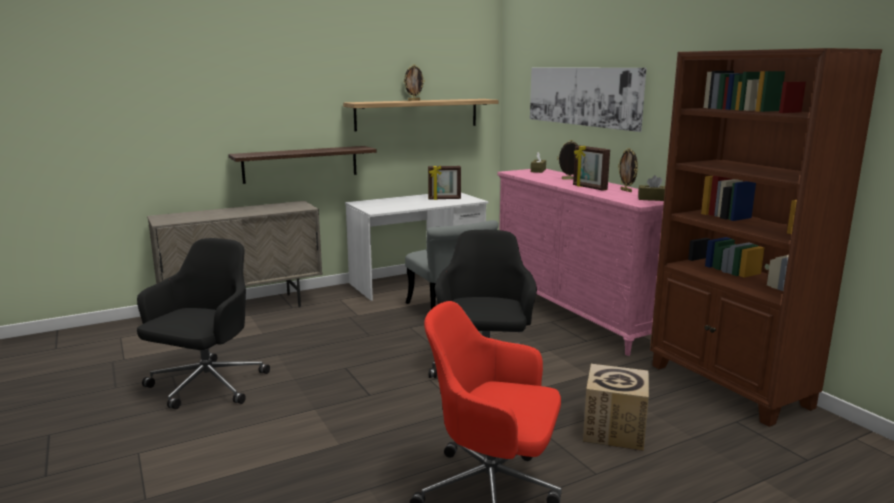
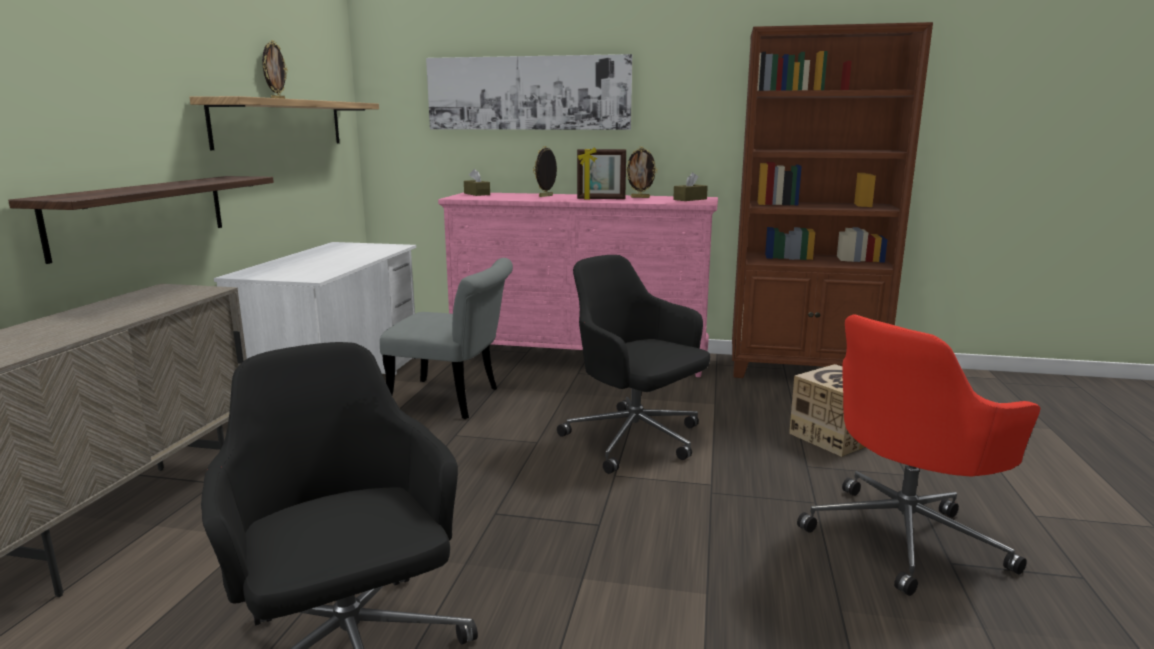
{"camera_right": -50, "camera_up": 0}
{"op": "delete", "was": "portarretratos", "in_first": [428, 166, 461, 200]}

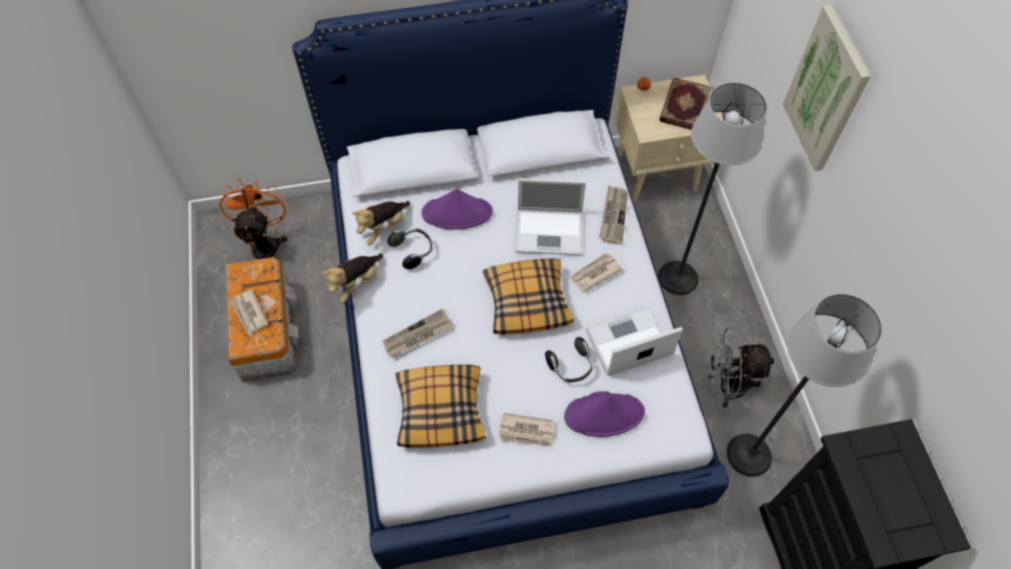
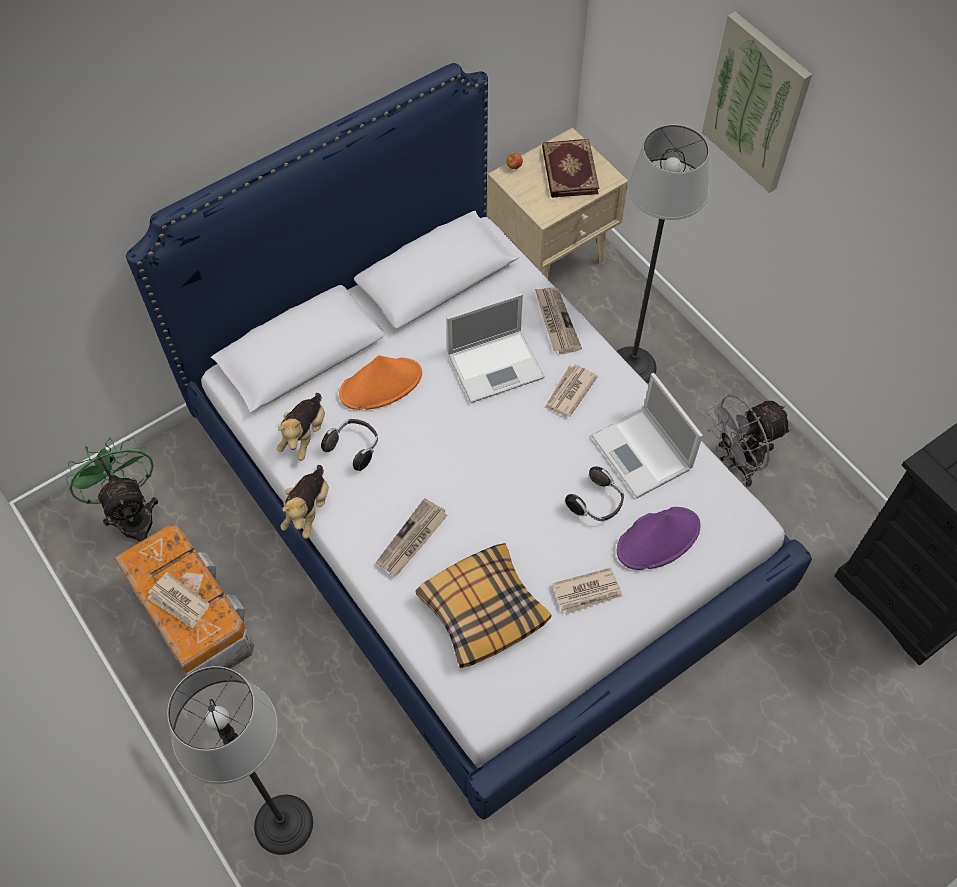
{"camera_right": -25, "camera_up": 0}
{"op": "recolor", "was": "ventilador/naranja", "now": "ventilador/verde", "in_first": [220, 179, 287, 259], "in_second": [66, 437, 158, 542]}
{"op": "move", "was": "lámpara de pie", "in_first": [727, 294, 882, 477], "in_second": [167, 666, 313, 855]}
{"op": "recolor", "was": "sombrero/morado", "now": "sombrero/naranja", "in_first": [422, 188, 493, 230], "in_second": [339, 355, 422, 410]}
{"op": "rotate", "was": "portátil", "in_first": [586, 307, 683, 376], "in_second": [591, 373, 703, 498], "clockwise": -75}
{"op": "delete", "was": "cojín", "in_first": [483, 258, 574, 335]}

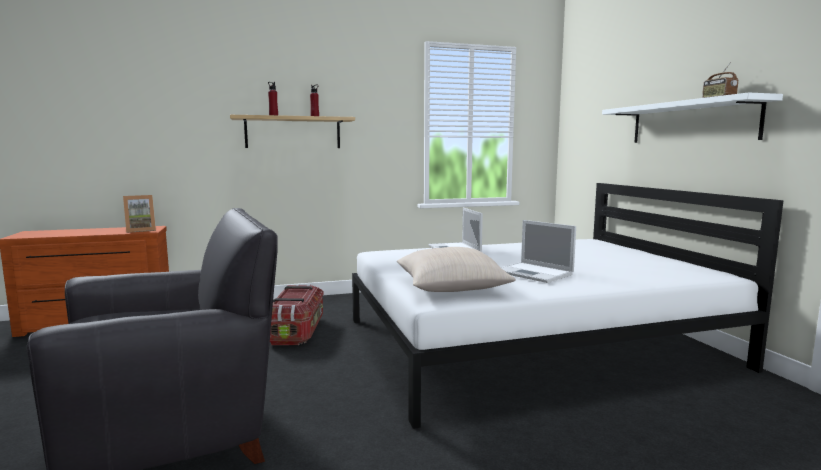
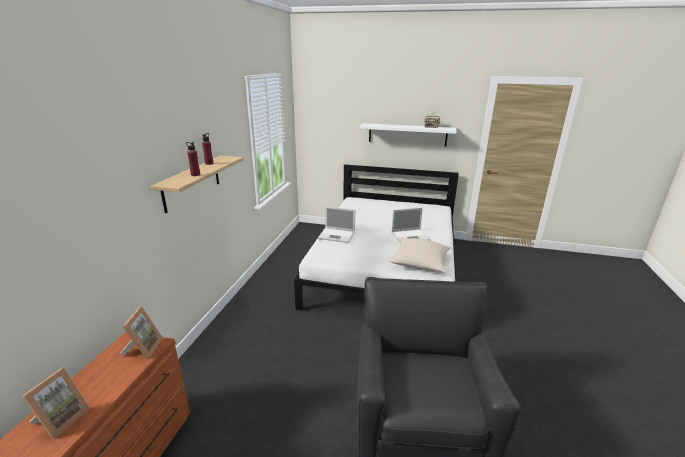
{"camera_right": -60, "camera_up": 15}
{"op": "insert", "now": "portarretratos", "in_second": [22, 368, 90, 439]}
{"op": "delete", "was": "caja de almacenaje", "in_first": [270, 284, 324, 345]}

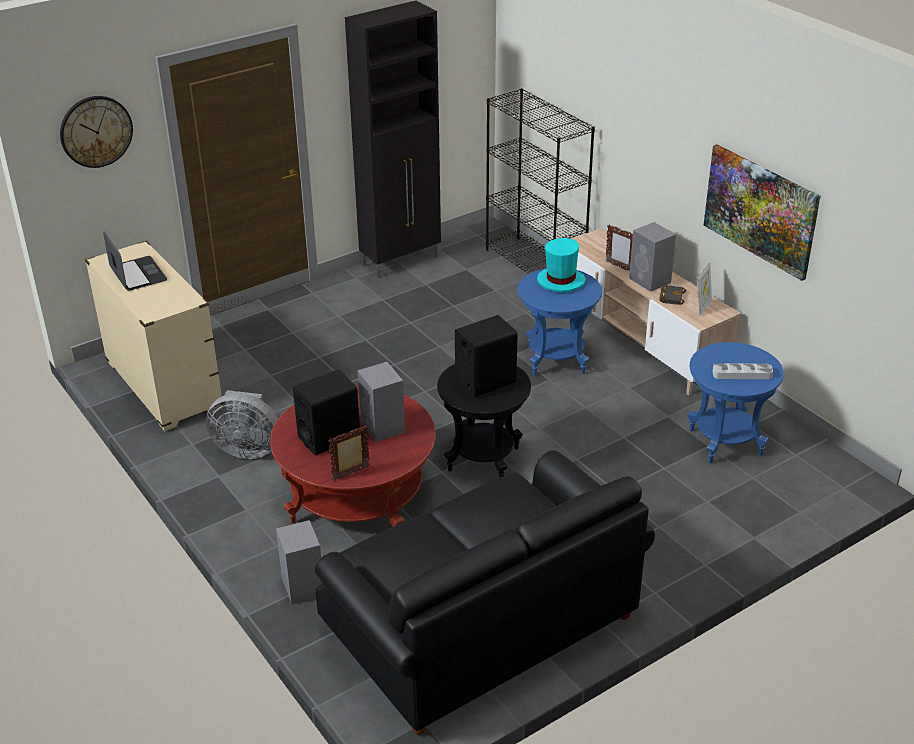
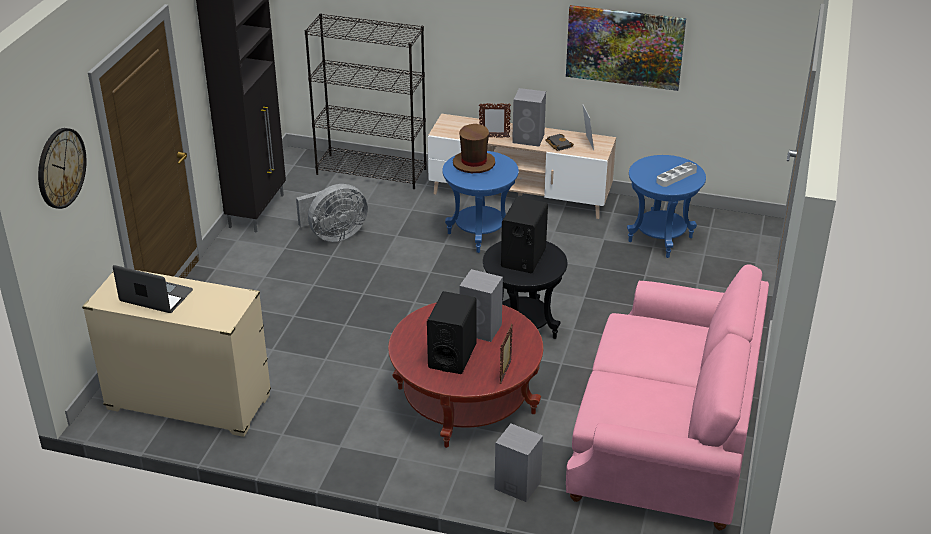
{"camera_right": -40, "camera_up": 0}
{"op": "move", "was": "ventilador/gris", "in_first": [206, 390, 278, 459], "in_second": [296, 184, 368, 242]}
{"op": "recolor", "was": "sombrero/turquesa", "now": "sombrero/marrón", "in_first": [537, 238, 586, 292], "in_second": [453, 124, 495, 173]}
{"op": "recolor", "was": "sofá/negro", "now": "sofá/rosa", "in_first": [315, 450, 655, 735], "in_second": [566, 264, 769, 530]}

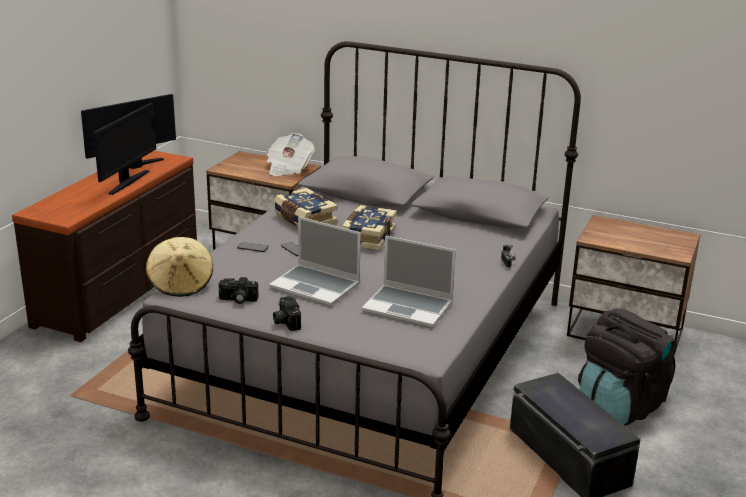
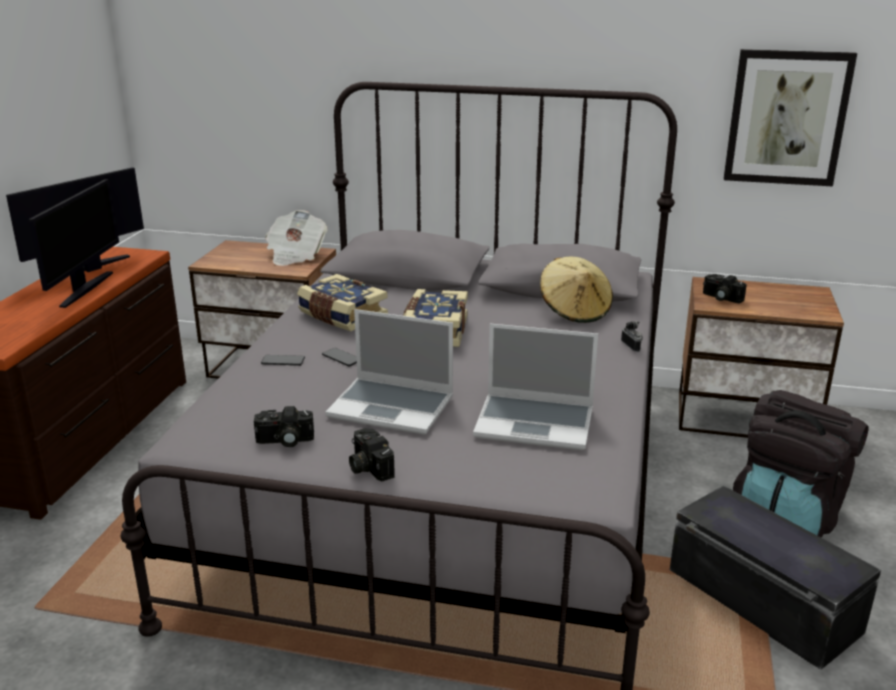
{"camera_right": -10, "camera_up": 0}
{"op": "move", "was": "sombrero/beis", "in_first": [146, 237, 213, 297], "in_second": [540, 257, 613, 323]}
{"op": "insert", "now": "cámara", "in_second": [703, 274, 747, 303]}
{"op": "insert", "now": "cuadro", "in_second": [724, 49, 857, 186]}

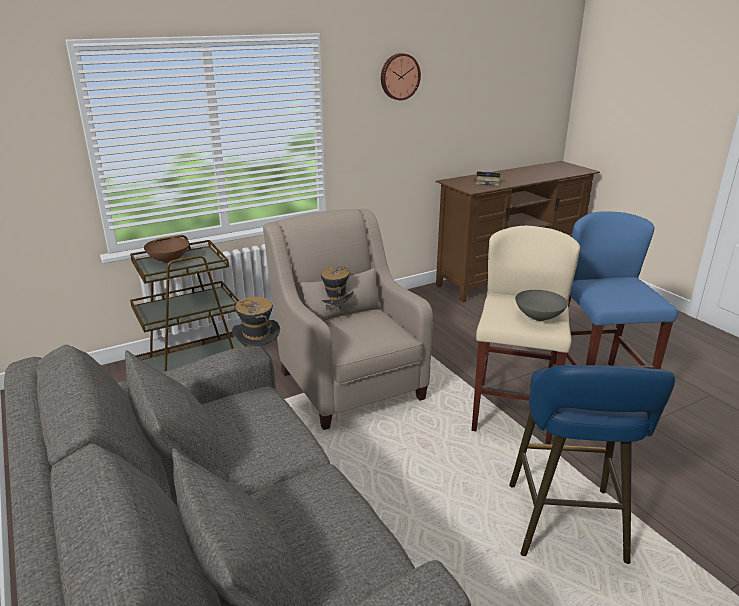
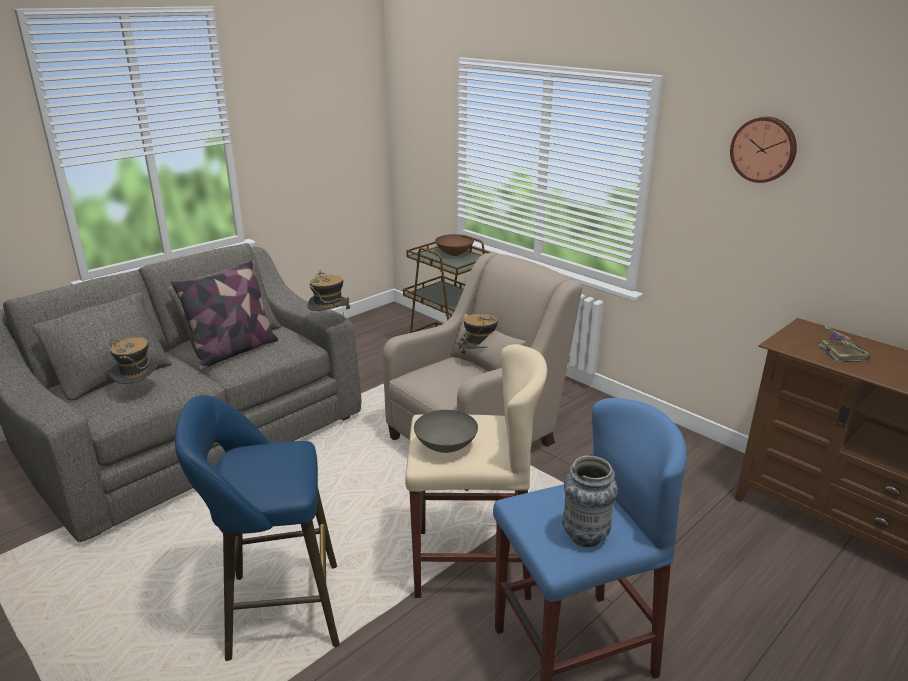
{"camera_right": 75, "camera_up": 0}
{"op": "insert", "now": "sombrero", "in_second": [109, 337, 159, 384]}
{"op": "insert", "now": "cojín", "in_second": [171, 260, 278, 371]}
{"op": "insert", "now": "florero", "in_second": [562, 456, 618, 547]}

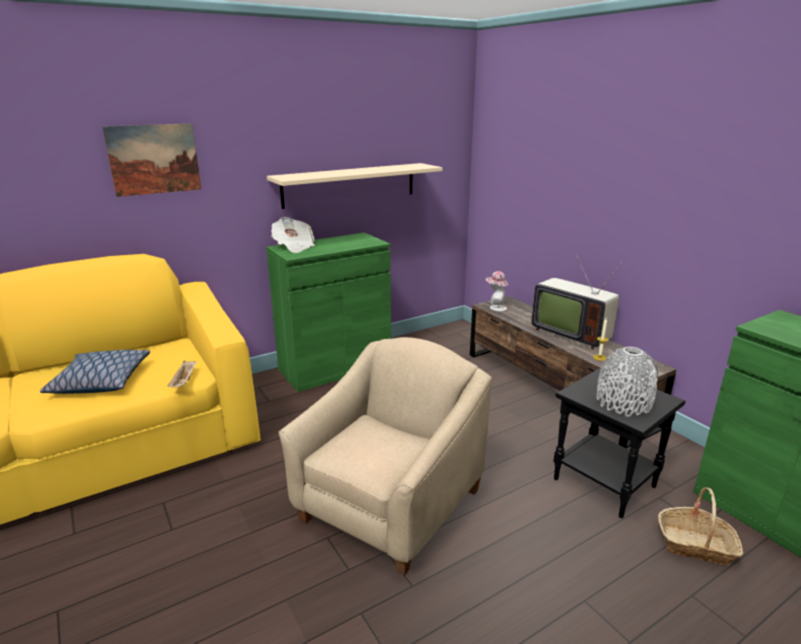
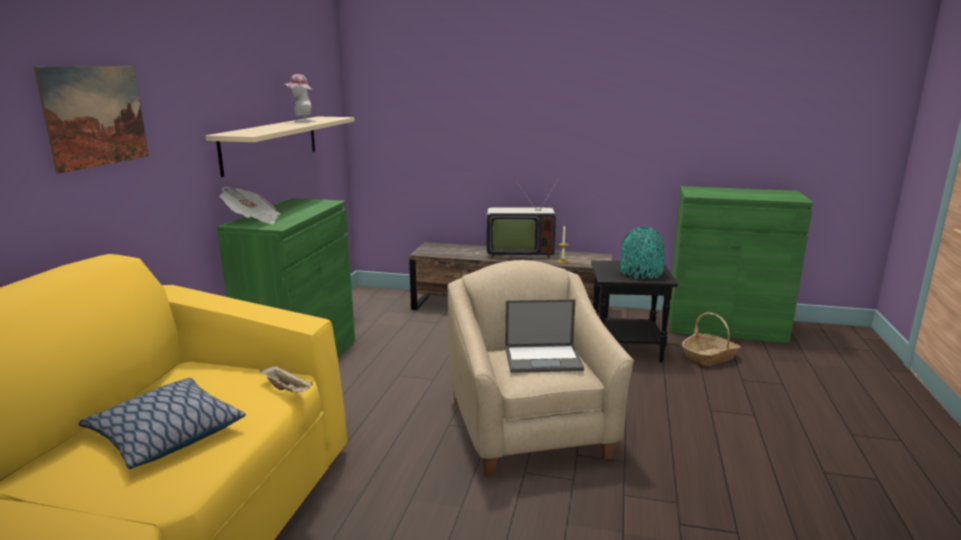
{"camera_right": -45, "camera_up": -5}
{"op": "move", "was": "sombrero", "in_first": [486, 271, 508, 311], "in_second": [284, 74, 315, 122]}
{"op": "insert", "now": "portátil", "in_second": [505, 299, 584, 373]}
{"op": "recolor", "was": "florero/gris", "now": "florero/turquesa", "in_first": [596, 347, 658, 416], "in_second": [620, 226, 665, 279]}

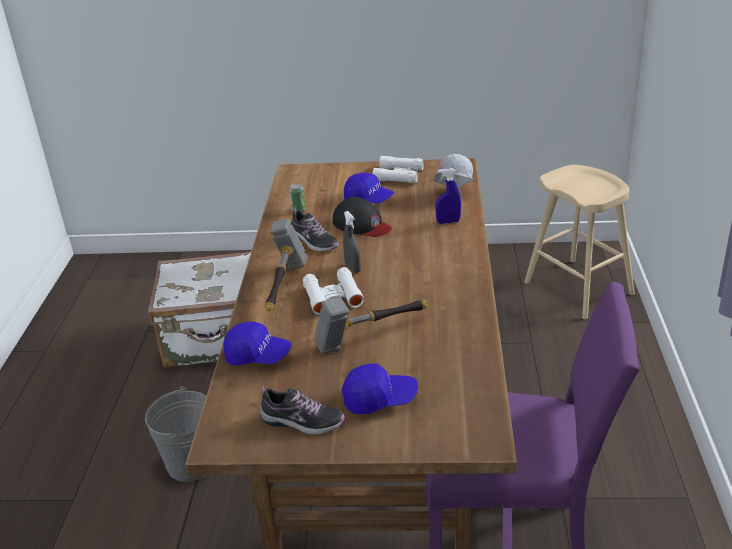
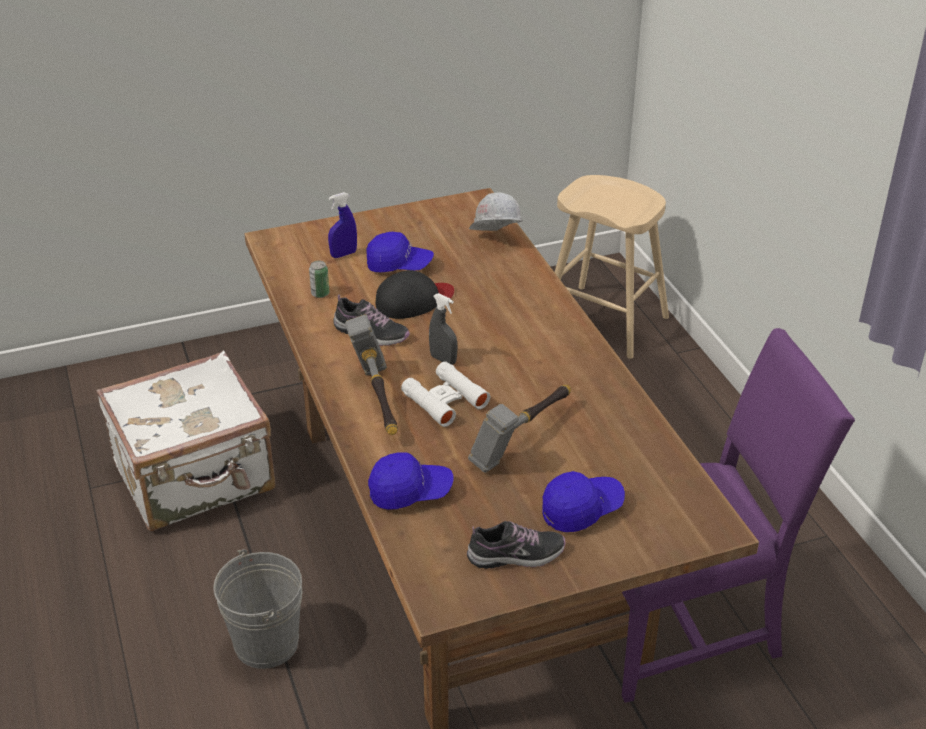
{"camera_right": -25, "camera_up": 5}
{"op": "move", "was": "pulverizador/azul", "in_first": [435, 168, 461, 224], "in_second": [328, 192, 357, 258]}
{"op": "rotate", "was": "gorra/negro", "in_first": [332, 197, 392, 237], "in_second": [375, 270, 454, 319], "clockwise": -45}
{"op": "delete", "was": "prismáticos/blanco", "in_first": [373, 156, 424, 183]}

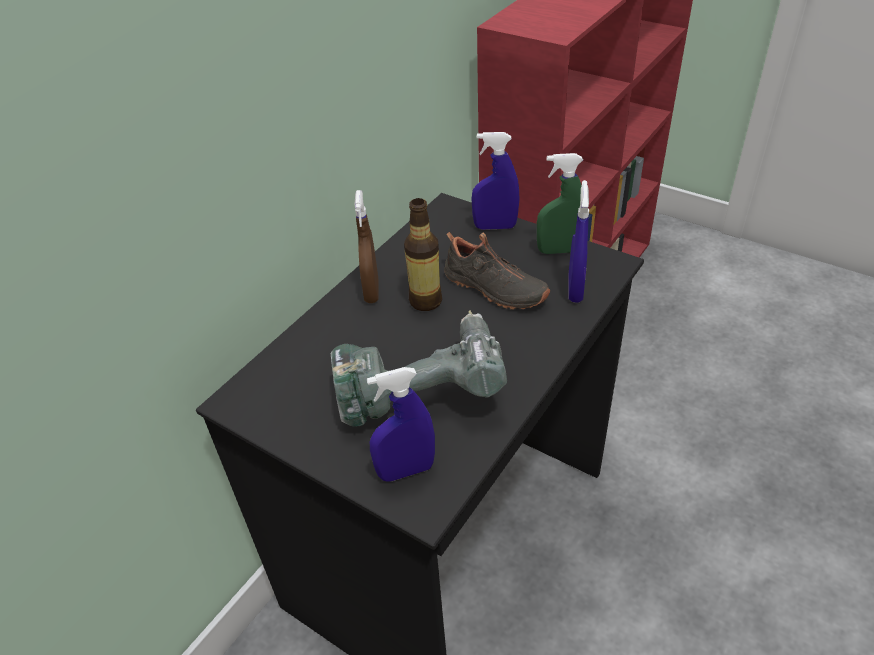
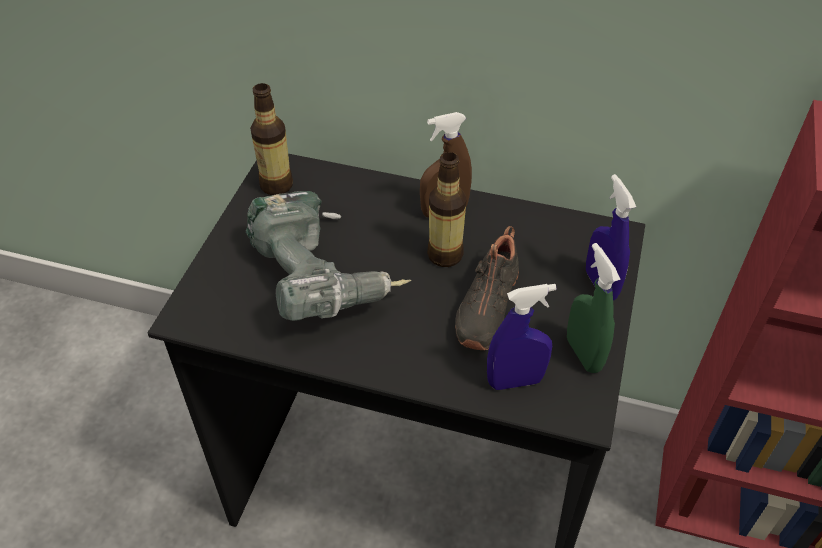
{"camera_right": 70, "camera_up": 5}
{"op": "insert", "now": "botella", "in_second": [250, 83, 293, 195]}
{"op": "delete", "was": "pulverizador/azul", "in_first": [367, 367, 435, 482]}

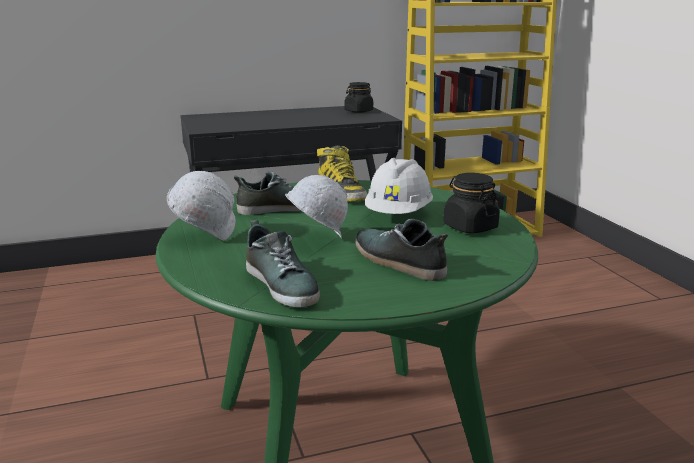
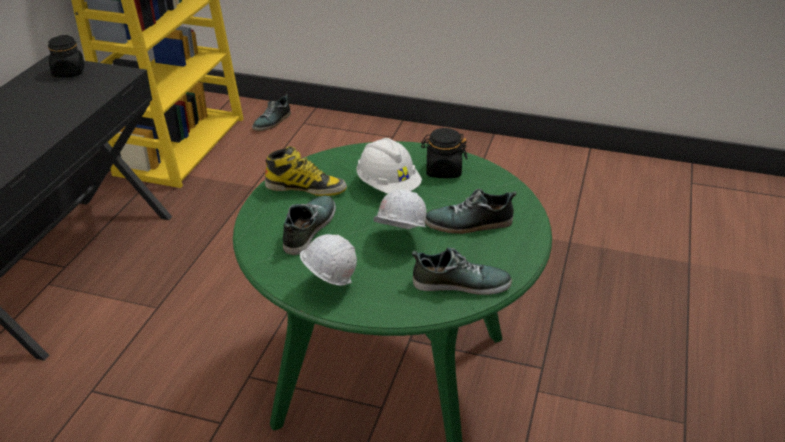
{"camera_right": -55, "camera_up": 15}
{"op": "insert", "now": "zapato", "in_second": [252, 94, 291, 131]}

